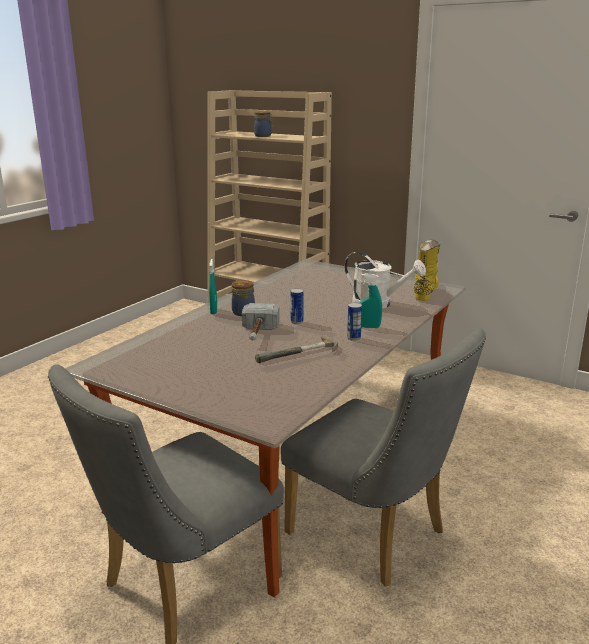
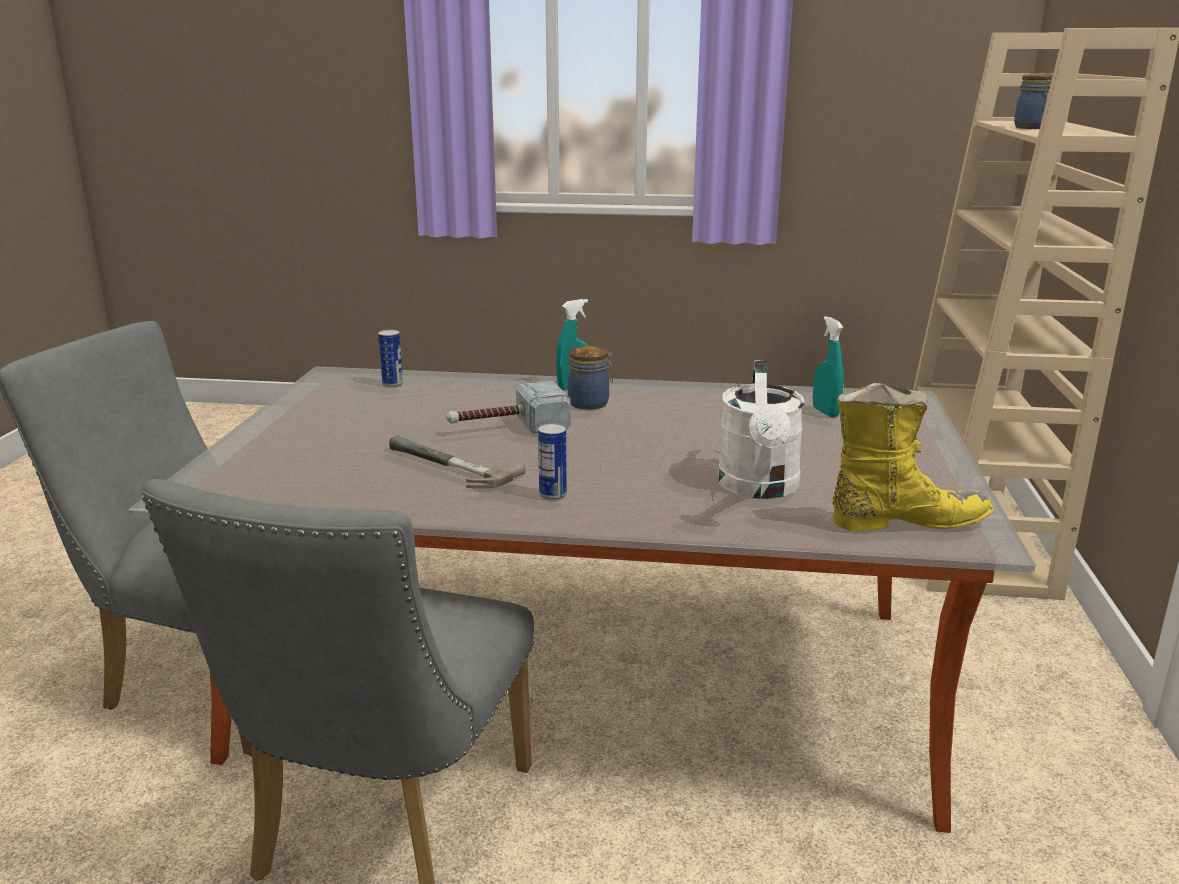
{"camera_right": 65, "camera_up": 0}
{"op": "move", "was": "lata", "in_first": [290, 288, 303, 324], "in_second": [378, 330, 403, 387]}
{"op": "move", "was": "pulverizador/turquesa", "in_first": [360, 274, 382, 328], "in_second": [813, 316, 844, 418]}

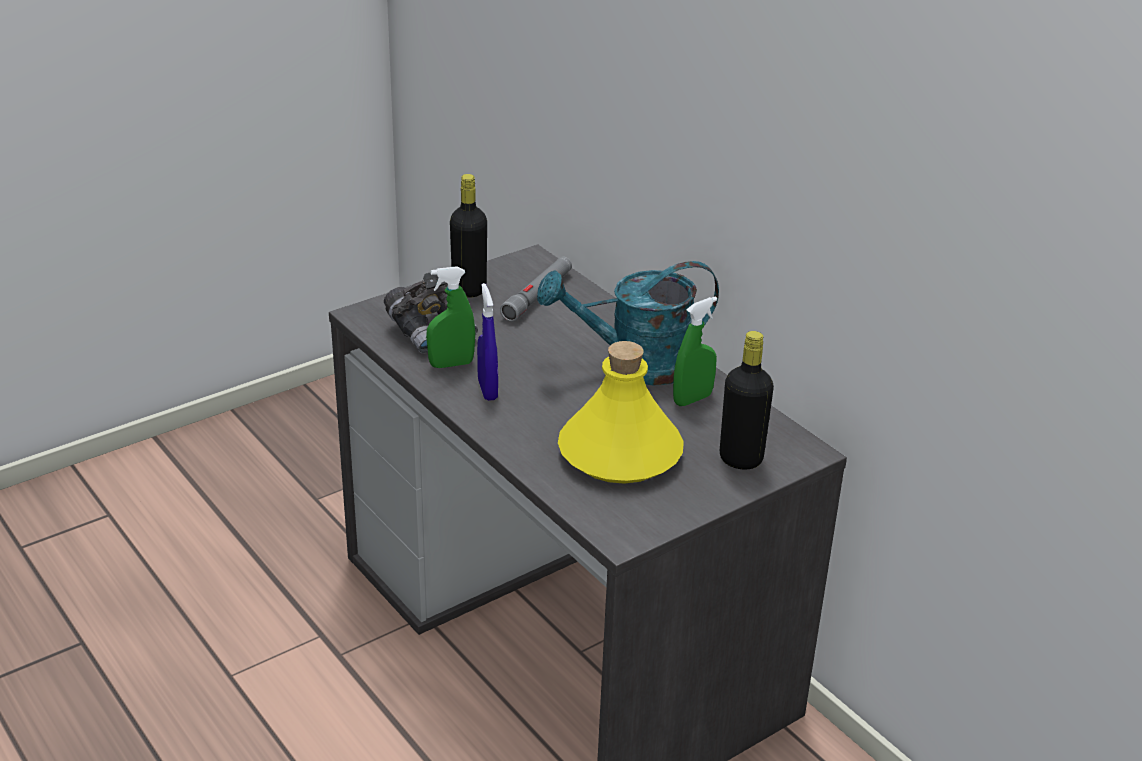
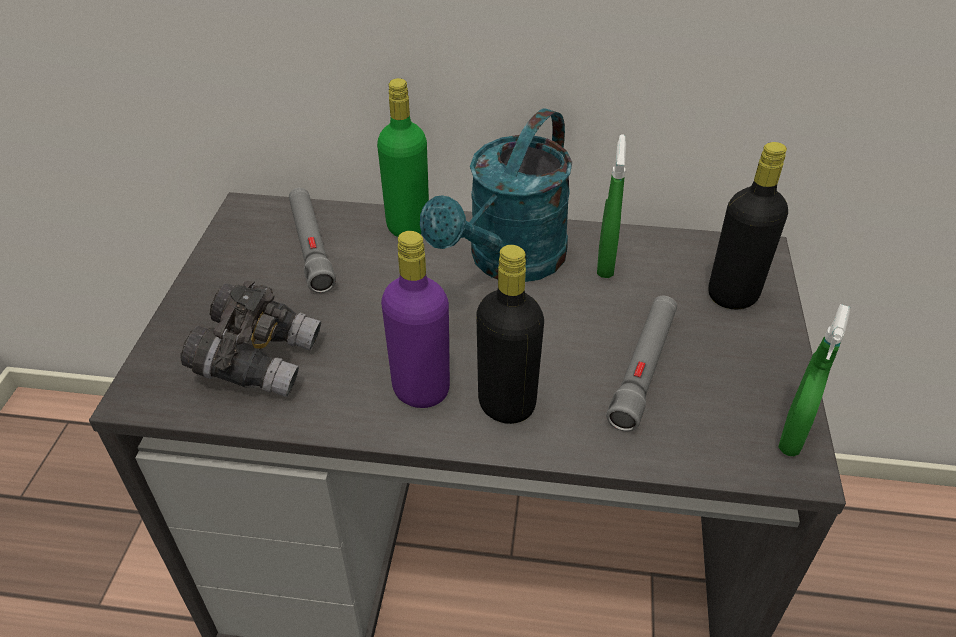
{"camera_right": -45, "camera_up": 10}
{"op": "insert", "now": "botella/verde", "in_second": [377, 78, 429, 237]}
{"op": "replace", "was": "pulverizador/azul", "now": "botella/morado", "in_first": [477, 283, 498, 401], "in_second": [381, 231, 450, 408]}
{"op": "move", "was": "botella/negro", "in_first": [450, 174, 487, 298], "in_second": [476, 245, 544, 424]}
{"op": "replace", "was": "botella/amarillo", "now": "linterna/gris", "in_first": [558, 341, 684, 484], "in_second": [606, 296, 677, 432]}
{"op": "move", "was": "pulverizador/verde", "in_first": [426, 266, 475, 368], "in_second": [778, 304, 850, 456]}

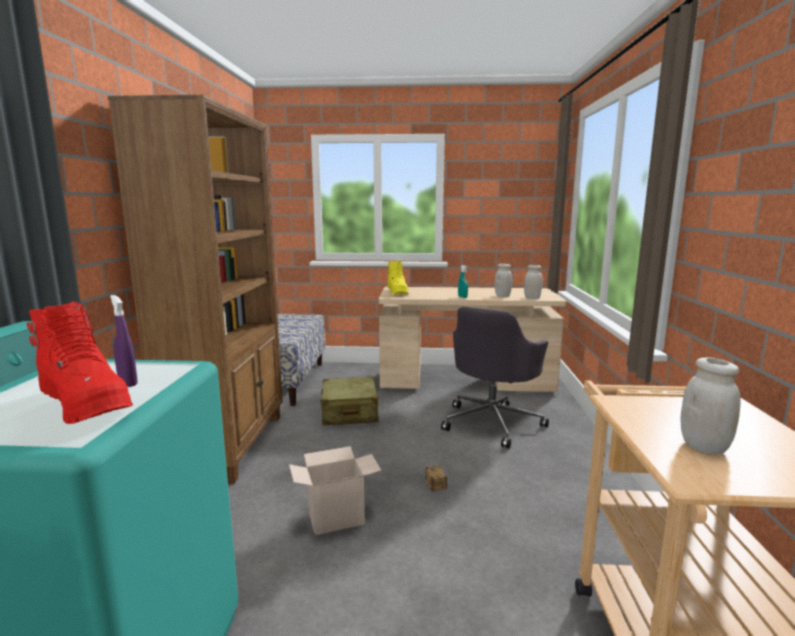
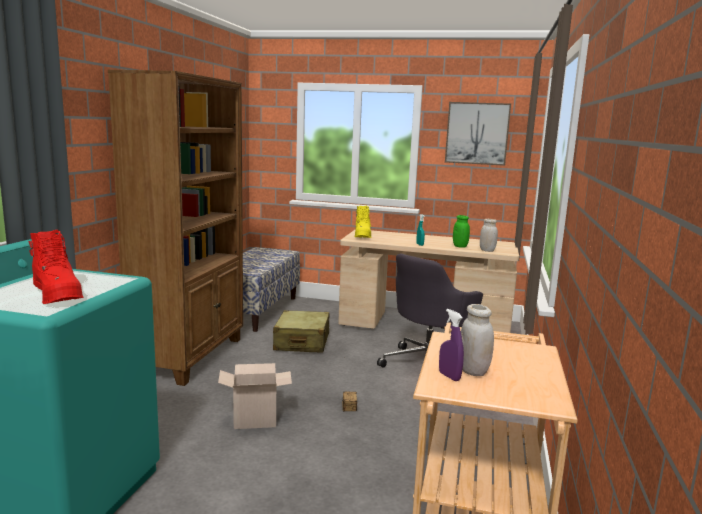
{"camera_right": 10, "camera_up": 0}
{"op": "move", "was": "pulverizador/morado", "in_first": [110, 295, 138, 387], "in_second": [439, 309, 464, 381]}
{"op": "insert", "now": "cuadro", "in_second": [445, 102, 511, 166]}
{"op": "recolor", "was": "tarro/blanco", "now": "tarro/verde", "in_first": [494, 263, 512, 297], "in_second": [453, 215, 470, 248]}

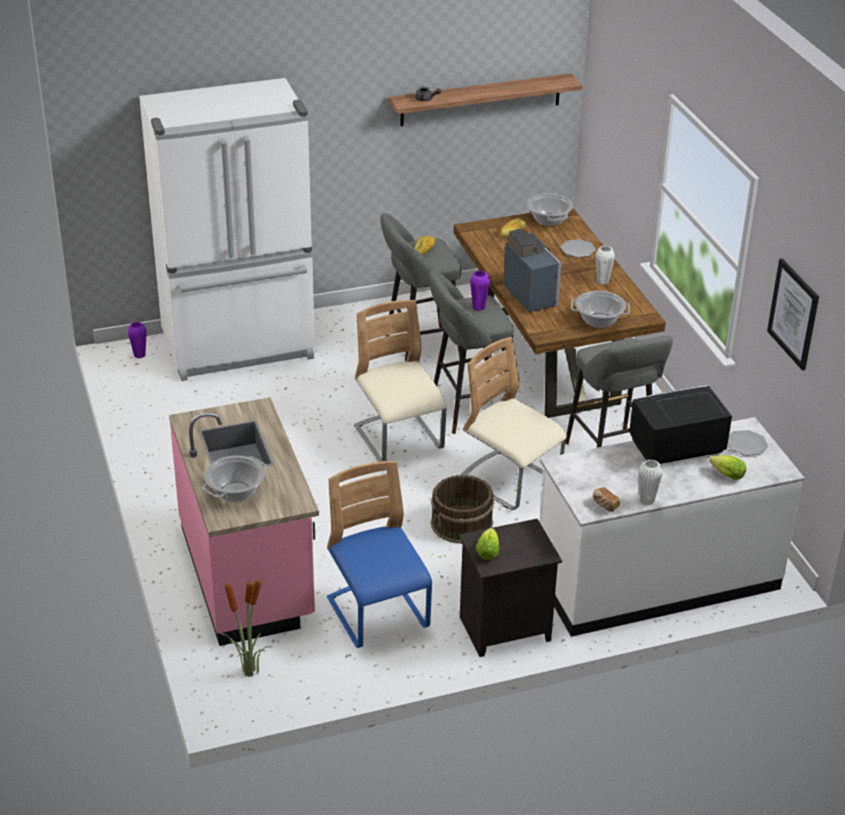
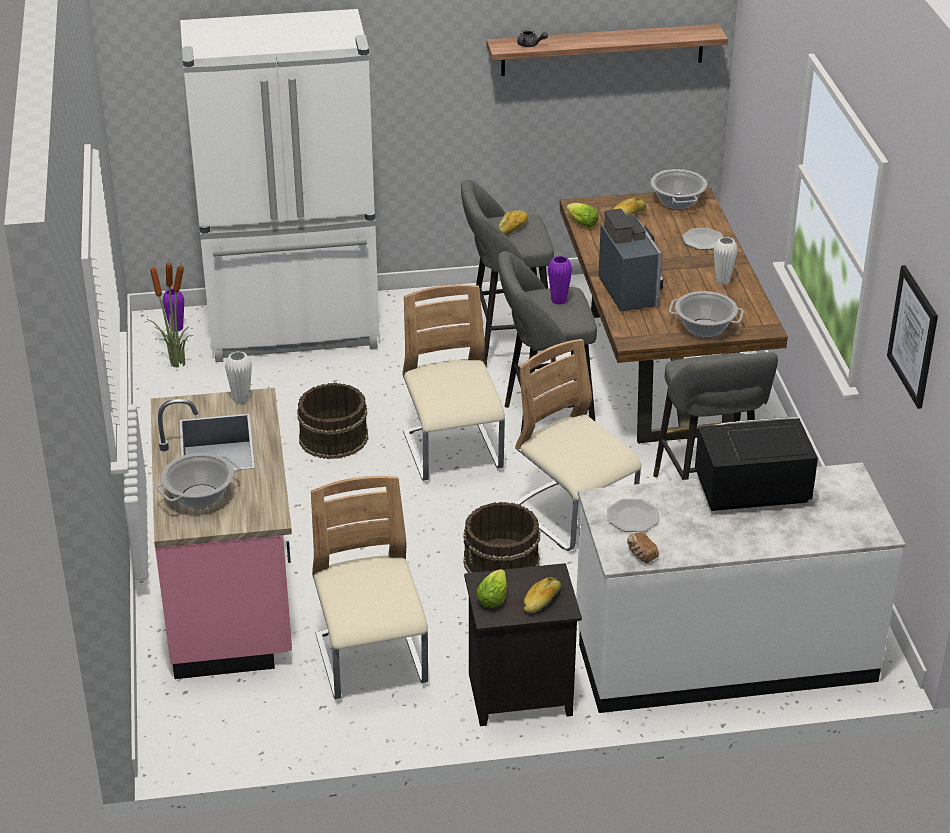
{"camera_right": 10, "camera_up": 0}
{"op": "move", "was": "planta en maceta", "in_first": [220, 577, 272, 677], "in_second": [147, 262, 194, 368]}
{"op": "move", "was": "florero/blanco", "in_first": [639, 459, 663, 505], "in_second": [225, 351, 252, 404]}
{"op": "insert", "now": "cubo/marrón", "in_second": [297, 383, 368, 459]}
{"op": "recolor", "was": "silla/azul", "now": "silla/beis", "in_first": [327, 461, 432, 648], "in_second": [311, 476, 428, 699]}
{"op": "insert", "now": "pan", "in_second": [524, 577, 561, 613]}
{"op": "move", "was": "lechuga", "in_first": [709, 455, 746, 480], "in_second": [566, 203, 598, 227]}
{"op": "move", "was": "plato", "in_first": [728, 430, 768, 456], "in_second": [607, 499, 659, 532]}

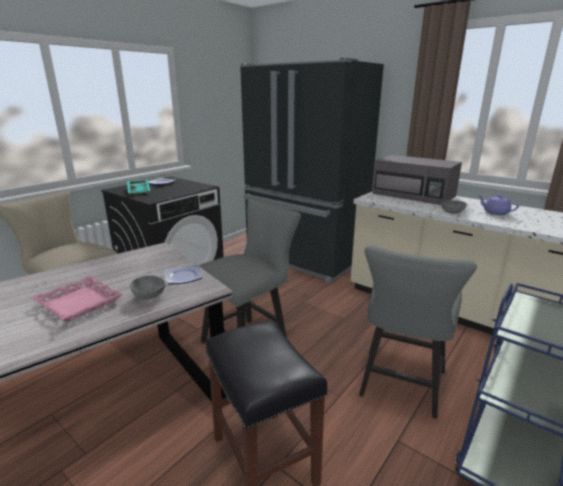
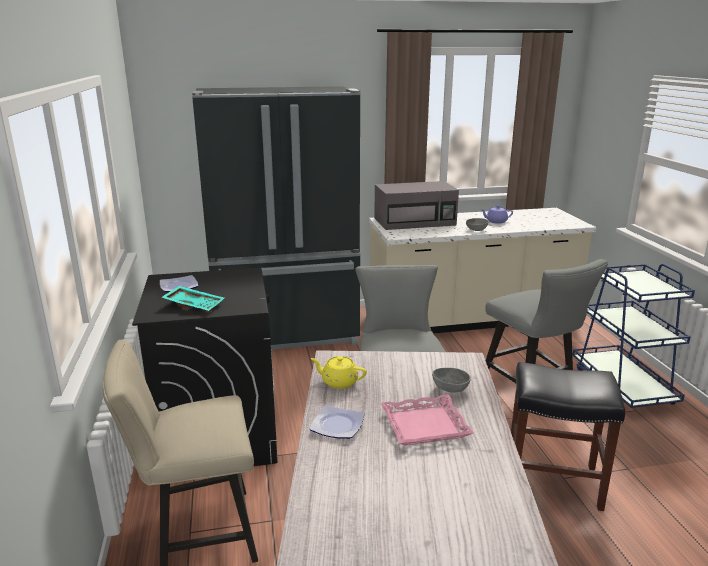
{"camera_right": -50, "camera_up": 0}
{"op": "insert", "now": "tetera/amarillo", "in_second": [310, 356, 367, 389]}
{"op": "move", "was": "plato", "in_first": [164, 264, 203, 284], "in_second": [310, 405, 365, 439]}

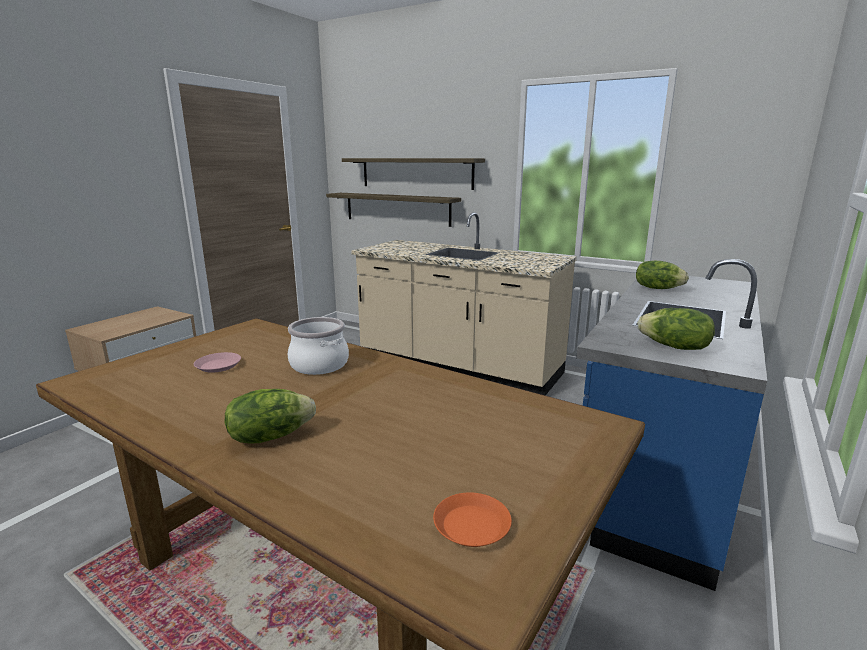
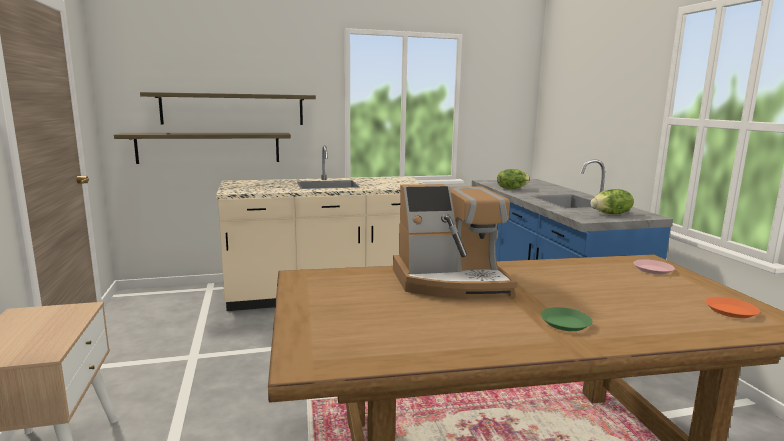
{"camera_right": -45, "camera_up": -5}
{"op": "replace", "was": "olla", "now": "cafetera", "in_first": [288, 317, 349, 375], "in_second": [393, 184, 517, 298]}
{"op": "replace", "was": "lechuga", "now": "plato/verde", "in_first": [225, 389, 316, 444], "in_second": [541, 307, 592, 331]}
{"op": "move", "was": "plato/rosa", "in_first": [194, 352, 241, 373], "in_second": [634, 259, 675, 275]}

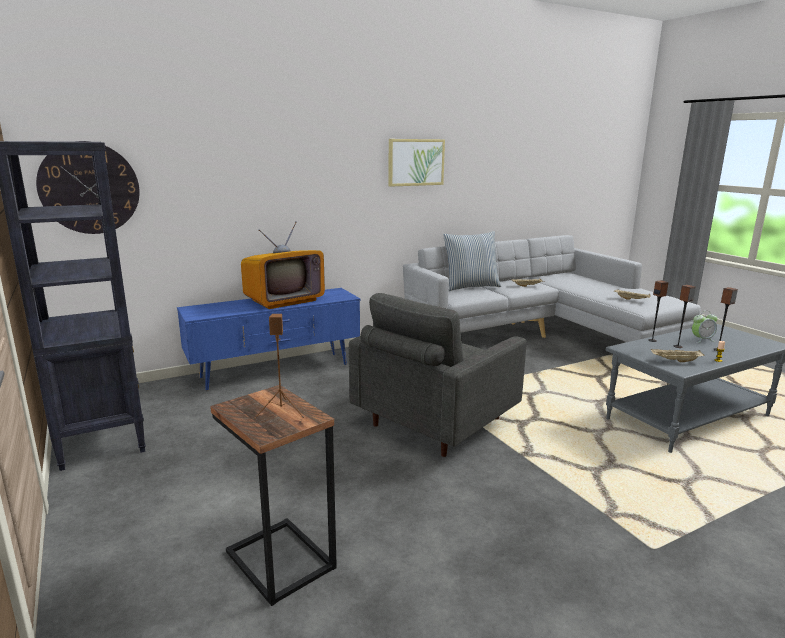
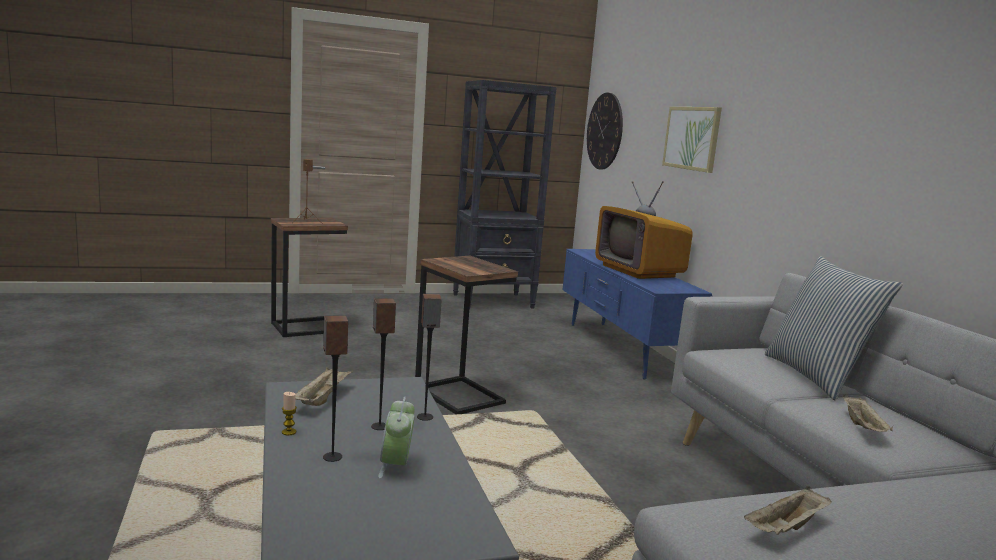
{"camera_right": 100, "camera_up": -5}
{"op": "replace", "was": "sillón/gris", "now": "mesa auxiliar", "in_first": [349, 293, 527, 457], "in_second": [415, 256, 518, 414]}
{"op": "move", "was": "cuadro", "in_first": [388, 139, 445, 187], "in_second": [662, 107, 722, 173]}

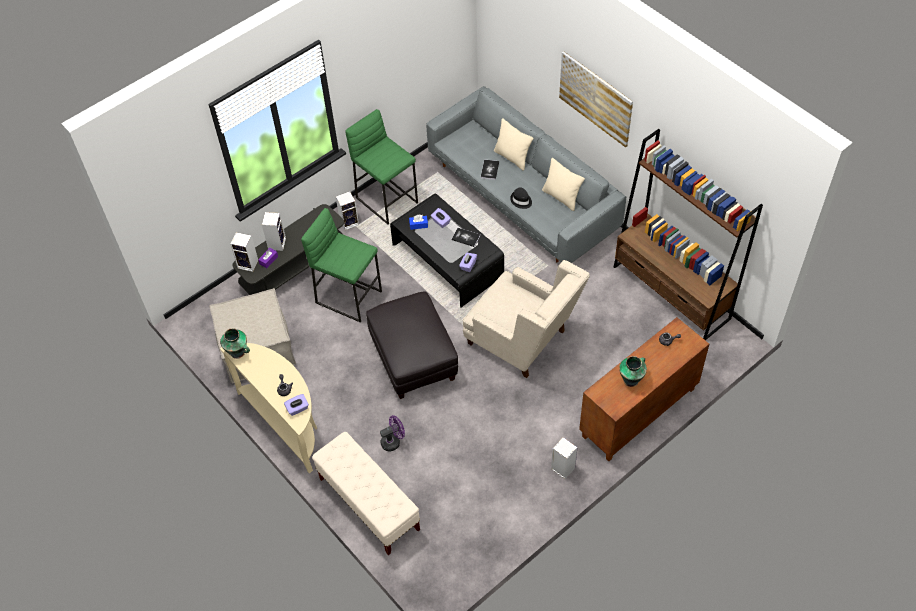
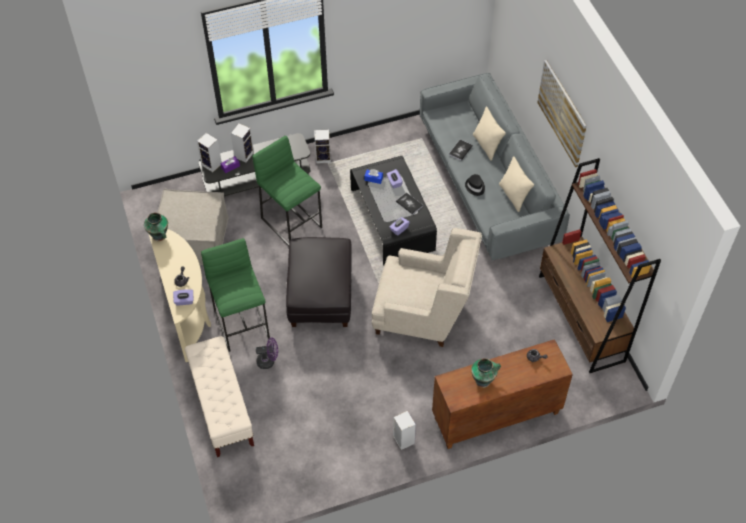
{"camera_right": 20, "camera_up": 0}
{"op": "move", "was": "taburete/verde", "in_first": [345, 109, 418, 225], "in_second": [201, 238, 270, 352]}
{"op": "rotate", "was": "sillón/beis", "in_first": [463, 260, 590, 378], "in_second": [372, 228, 482, 347], "clockwise": -45}

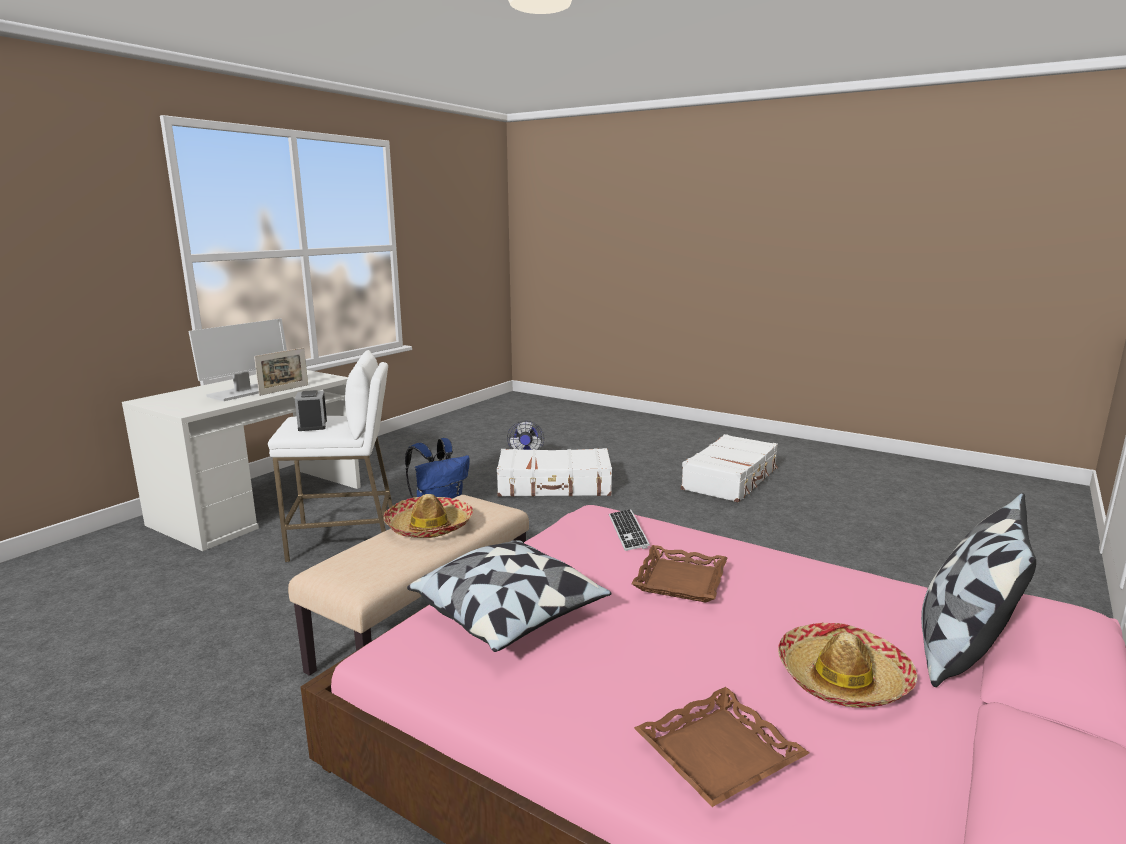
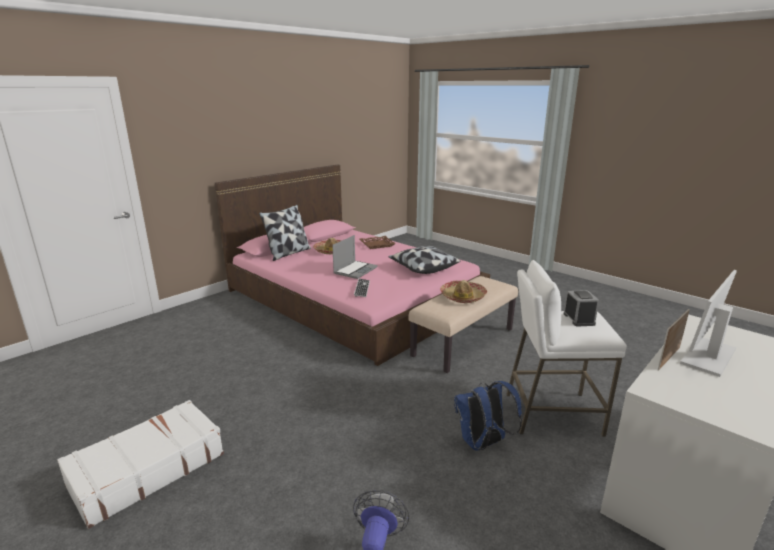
{"camera_right": -170, "camera_up": 5}
{"op": "replace", "was": "bandeja/marrón", "now": "portátil", "in_first": [631, 545, 728, 603], "in_second": [332, 235, 378, 279]}
{"op": "delete", "was": "maleta/blanco", "in_first": [497, 448, 612, 497]}

